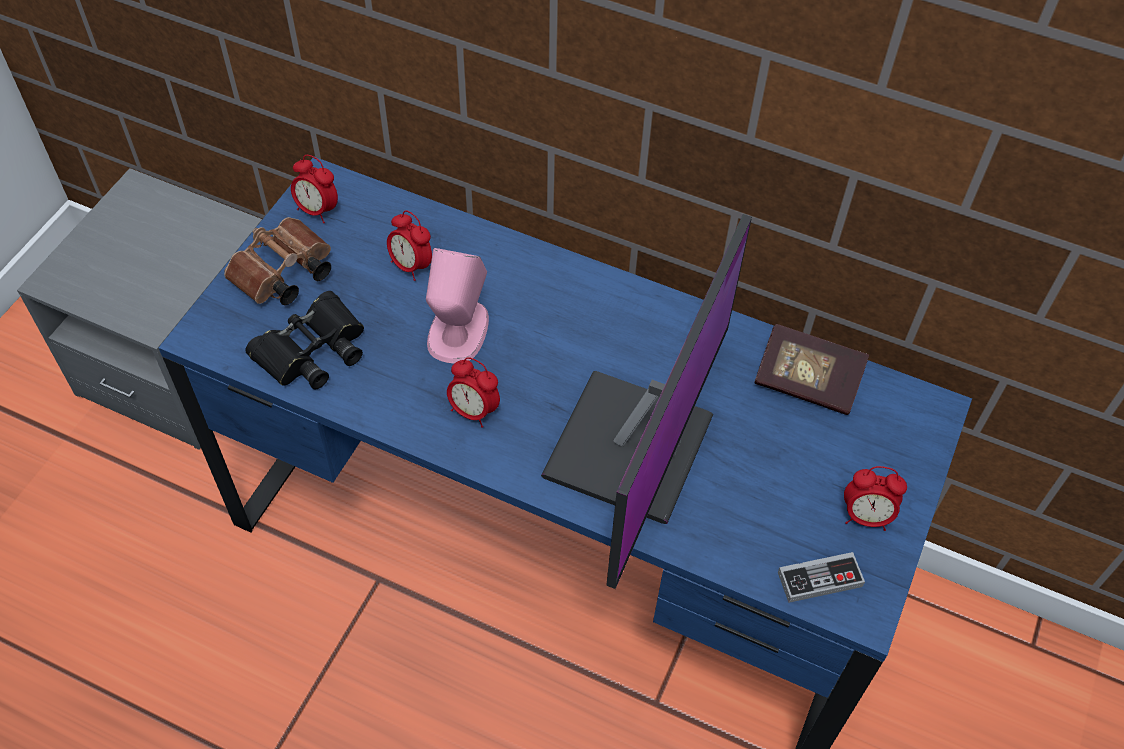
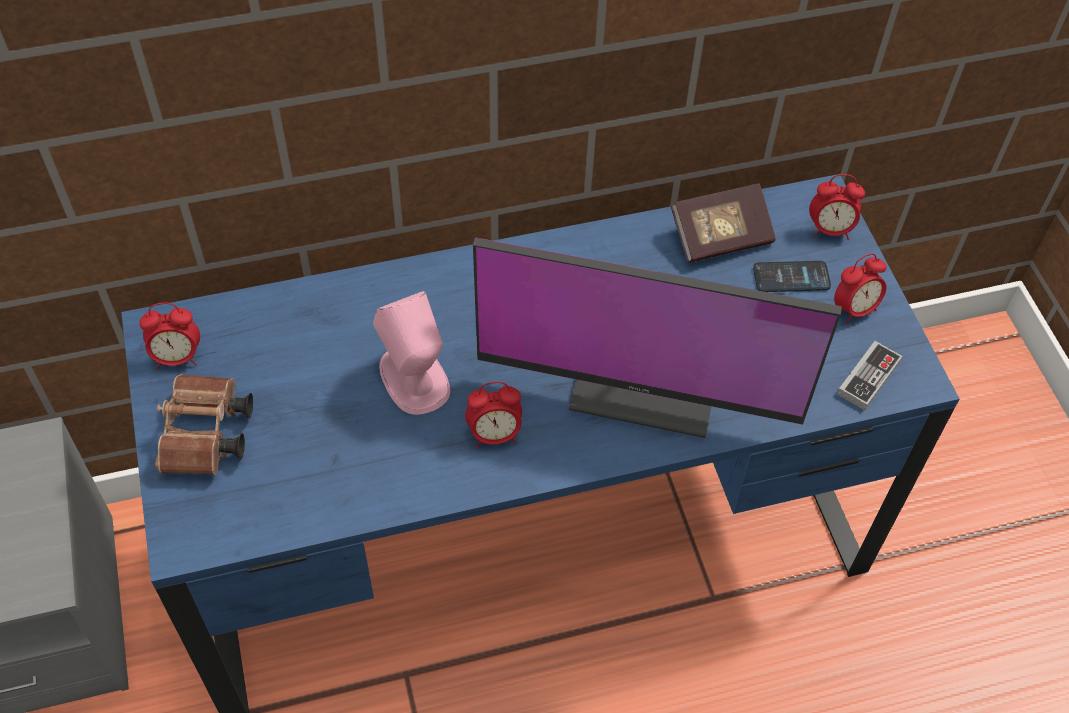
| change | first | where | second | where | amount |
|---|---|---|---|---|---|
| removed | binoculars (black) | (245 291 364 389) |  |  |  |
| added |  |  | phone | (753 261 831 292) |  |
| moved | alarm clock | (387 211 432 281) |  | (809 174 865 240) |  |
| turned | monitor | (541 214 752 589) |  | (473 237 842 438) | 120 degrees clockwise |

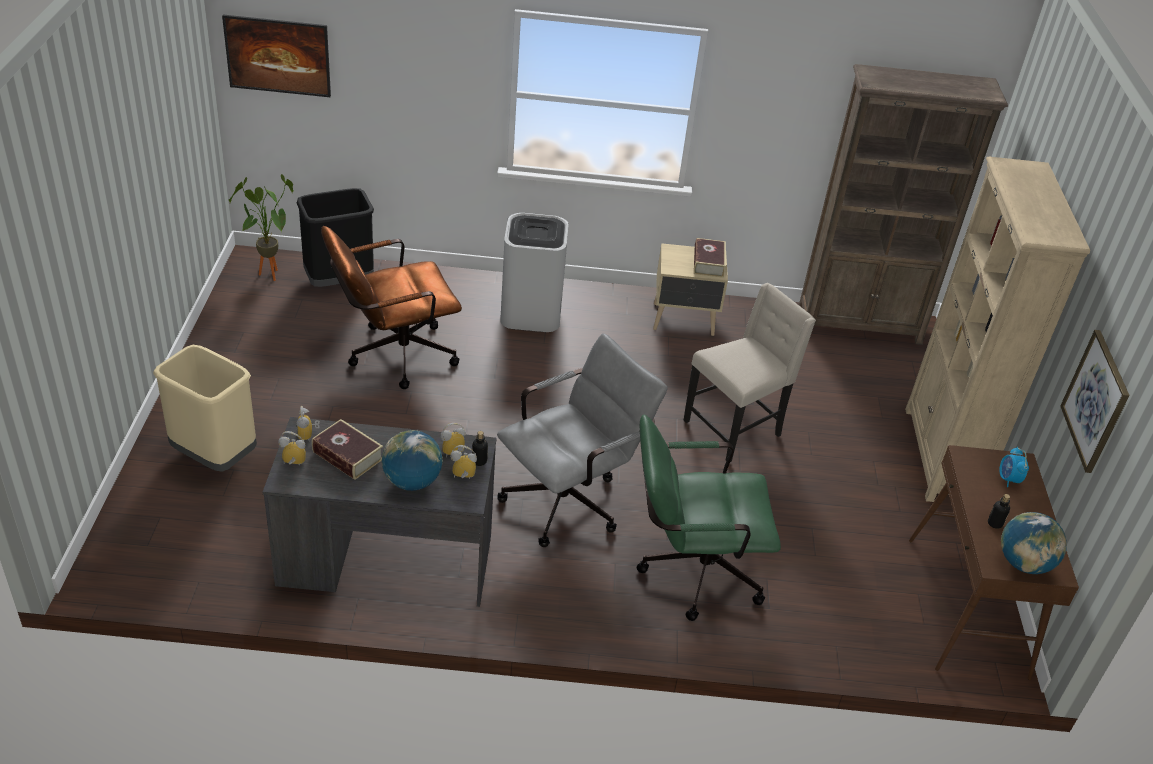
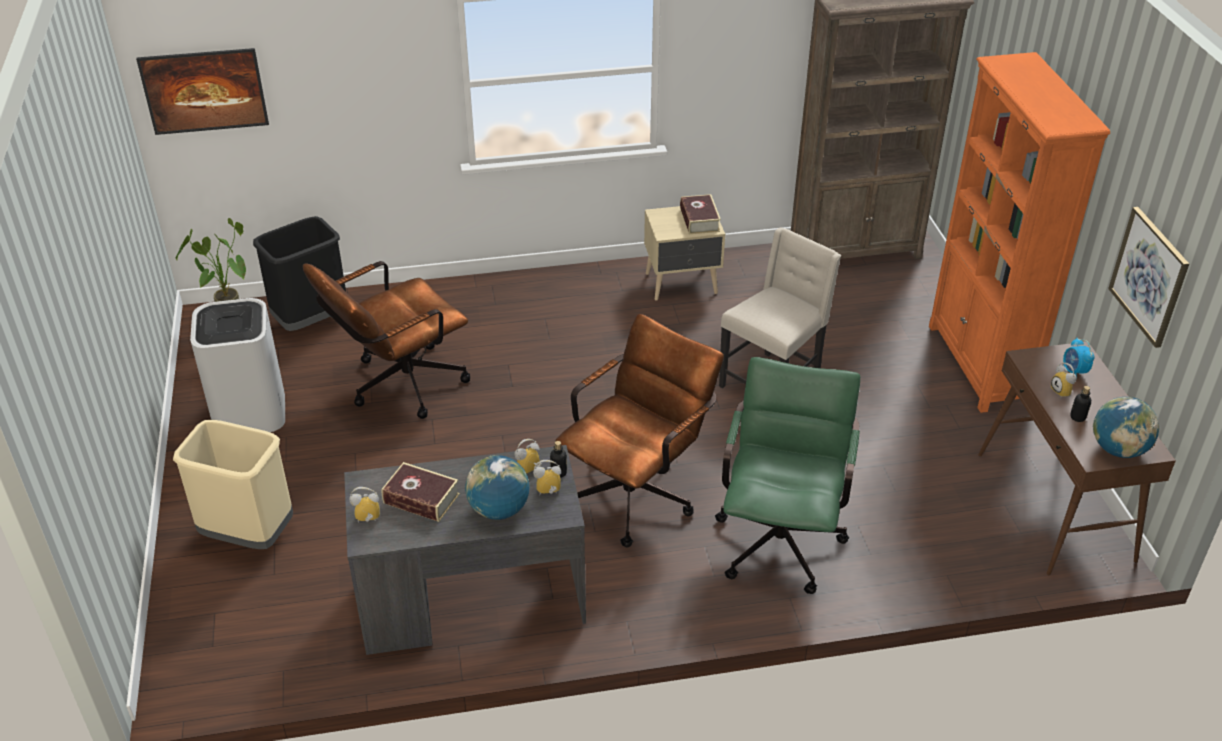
| change | first | where | second | where | amount |
|---|---|---|---|---|---|
| moved | alarm clock | (296 406 320 442) |  | (1051 363 1076 397) |  |
| moved | trash can (white) | (500 213 569 332) |  | (190 298 285 432) |  |
| recoloured | office chair (grey) | (497 333 668 547) | office chair (brown) | (555 314 724 548) |  |
| recoloured | bookcase (beige) | (905 157 1090 502) | bookcase (orange) | (929 52 1110 413) |  |
| turned | office chair (green) | (637 415 781 621) |  | (715 357 860 594) | 120 degrees clockwise |

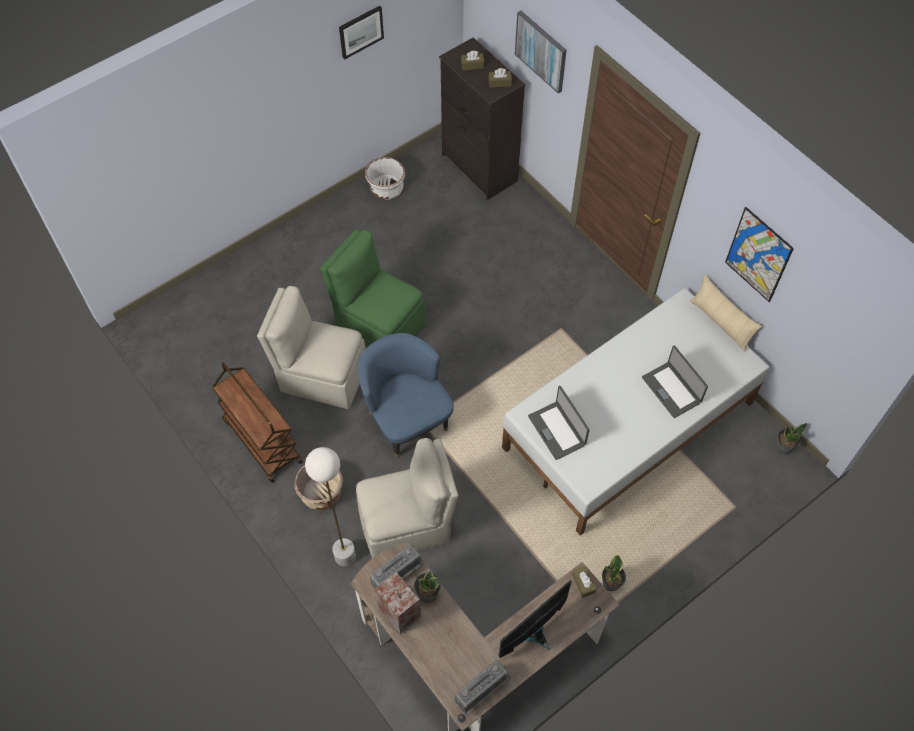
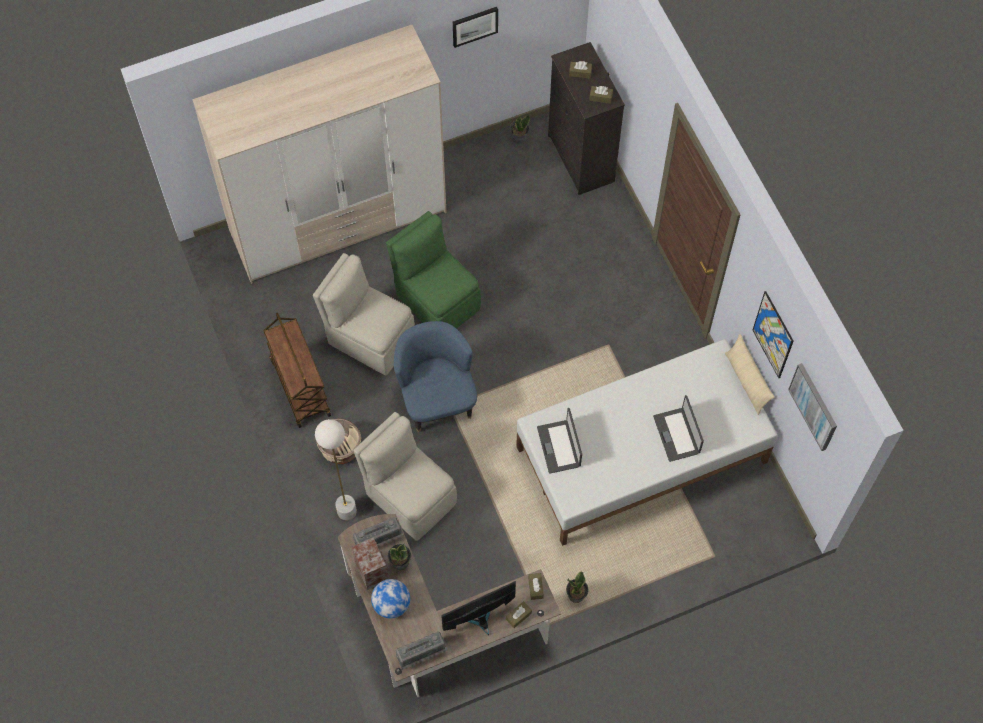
| change | first | where | second | where | amount |
|---|---|---|---|---|---|
| removed | planter (white) | (365 157 405 200) |  |  |  |
| added |  |  | wardrobe | (192 25 447 284) |  |
| added |  |  | globe | (371 579 410 618) |  |
| added |  |  | tissue box (brown) | (506 601 532 628) |  |
| moved | picture | (515 10 567 94) |  | (788 363 837 451) |  |
| moved | potted plant | (776 423 807 455) |  | (510 114 530 144) |  |
| turned | chair (beige) | (356 438 459 558) |  | (353 412 457 541) | 135 degrees counterclockwise |

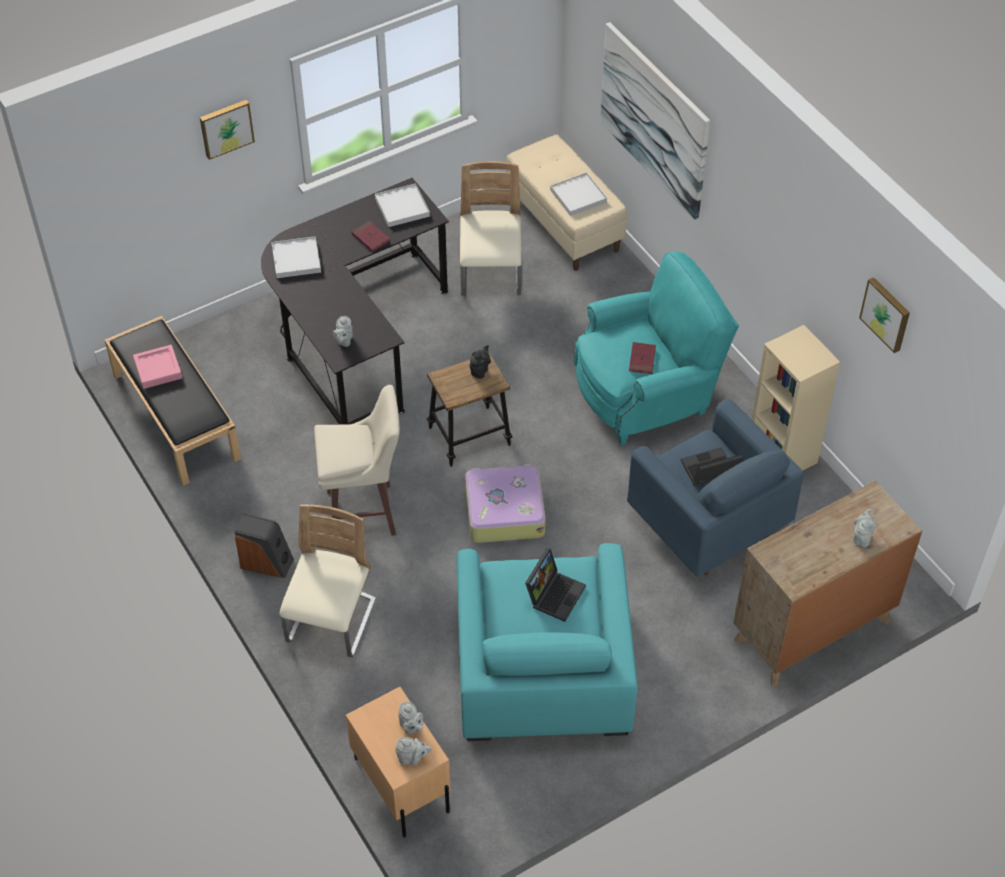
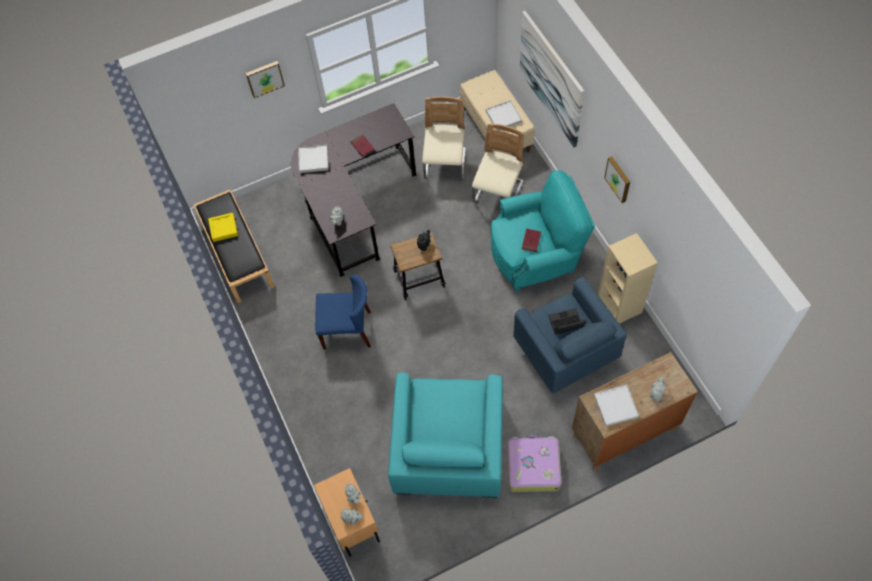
| change | first | where | second | where | amount |
|---|---|---|---|---|---|
| removed | speaker | (235 513 294 578) |  |  |  |
| removed | laptop | (525 548 586 622) |  |  |  |
| moved | chair (beige) | (280 505 376 658) |  | (472 124 524 203) |  |
| moved | tray (white) | (375 183 430 227) |  | (594 384 639 426) |  |
| moved | suitcase | (465 464 546 543) |  | (507 435 561 492) |  |
| moved | picture | (859 277 910 353) |  | (604 156 630 203) |  |
| replaced | stool (beige) | (314 385 400 536) | chair (blue) | (315 275 371 350) |  |
| recoloured | tray (pink) | (133 345 182 389) | tray (yellow) | (208 213 238 242) |  |

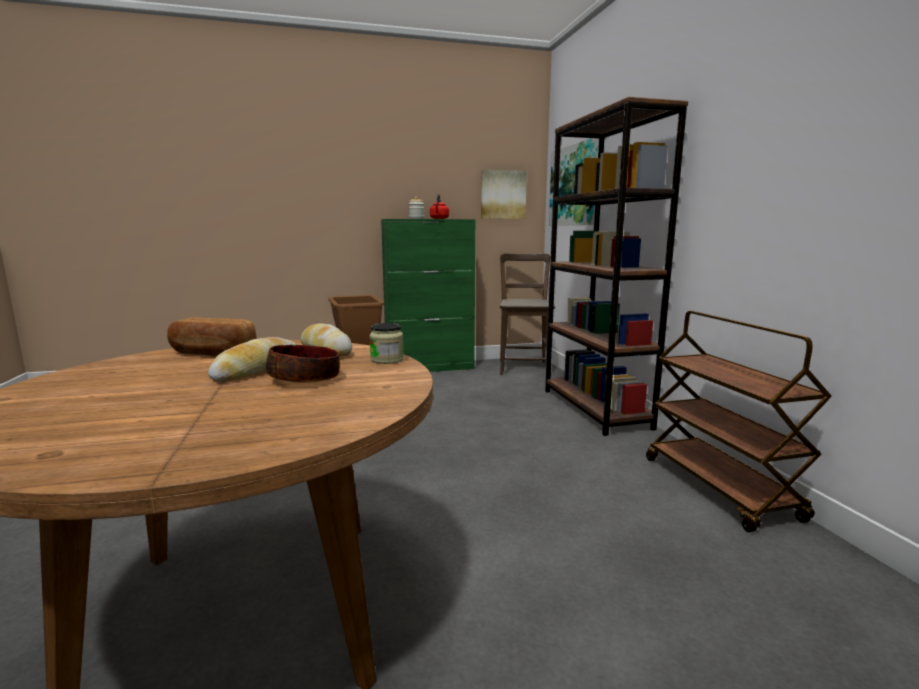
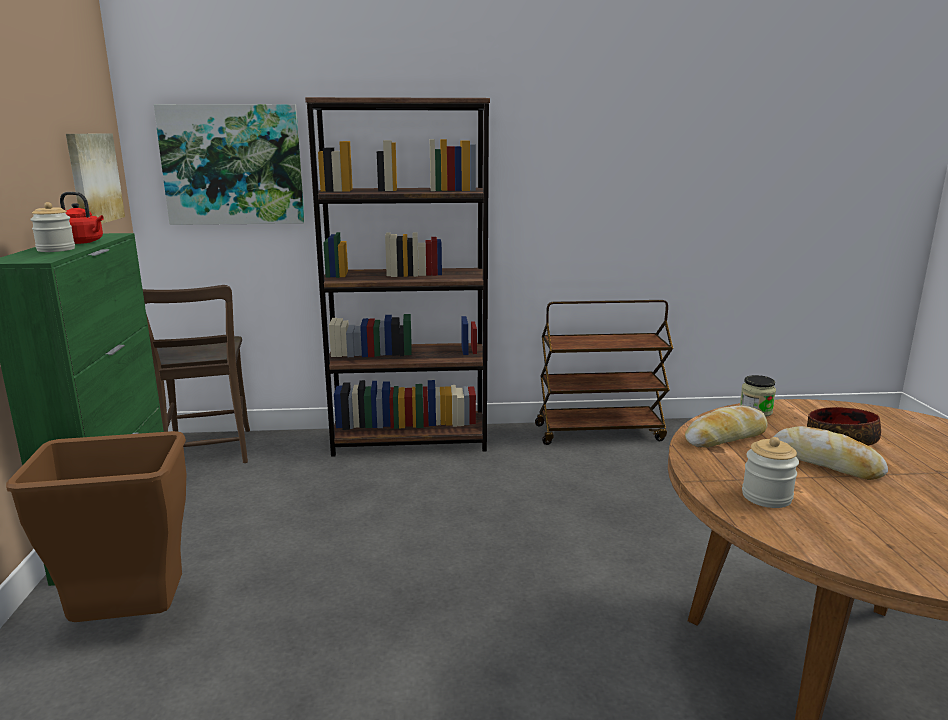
| change | first | where | second | where | amount |
|---|---|---|---|---|---|
| replaced | bread | (167 317 256 356) | jar | (742 437 799 508) |  |
| turned | chair (brown) | (500 253 555 375) |  | (143 285 250 463) | 120 degrees counterclockwise |

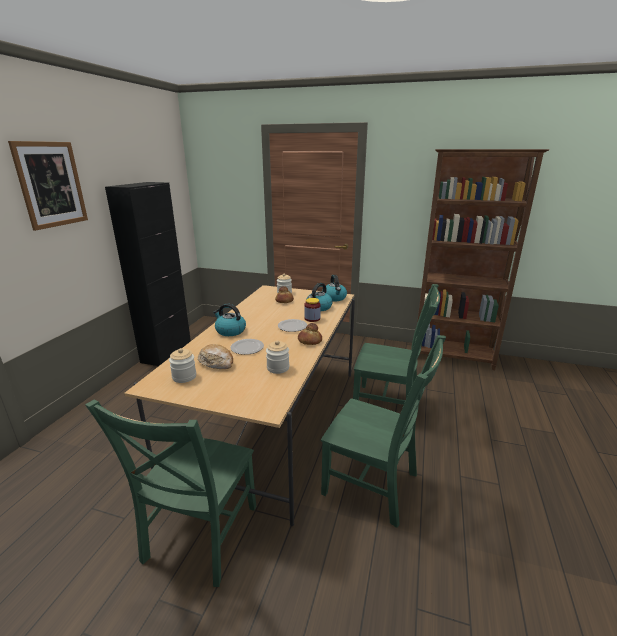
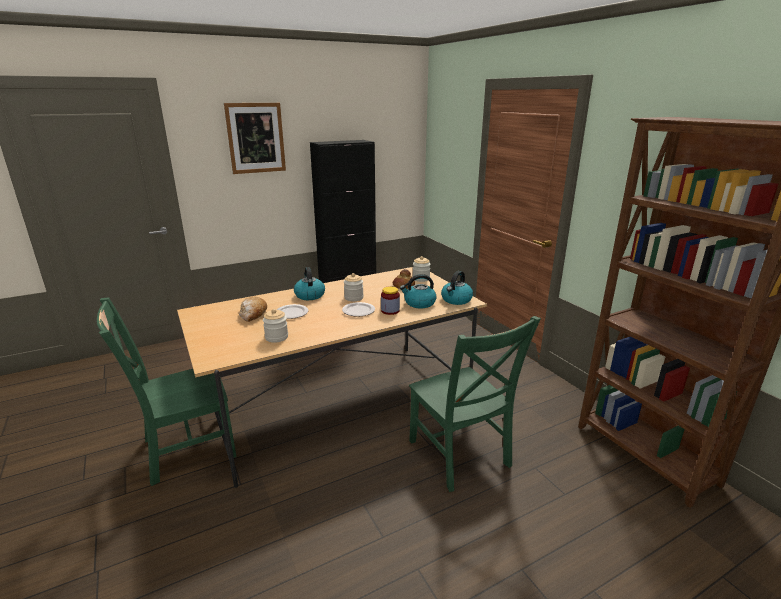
| change | first | where | second | where | amount |
|---|---|---|---|---|---|
| removed | bread | (298 323 322 345) |  |  |  |
| removed | chair (green) | (321 335 446 528) |  |  |  |
| moved | jar | (169 348 196 383) |  | (344 273 364 301) |  |

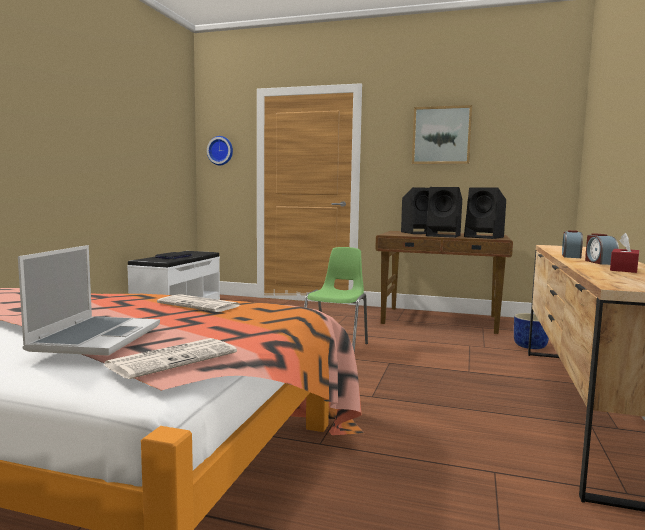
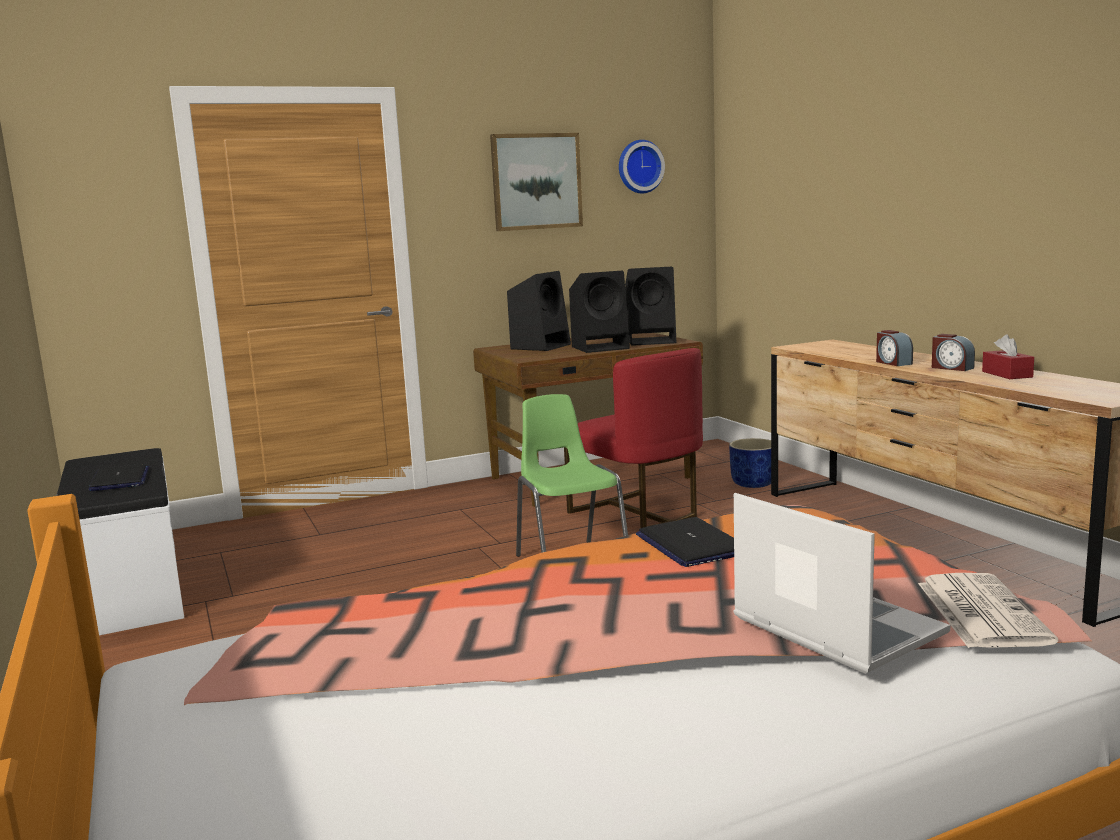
| change | first | where | second | where | amount |
|---|---|---|---|---|---|
| added |  |  | chair (red) | (564 348 703 528) |  |
| moved | wall clock | (207 136 233 165) |  | (619 140 665 193) |  |
| replaced | newspaper | (157 294 240 312) | laptop | (636 517 734 567) |  |

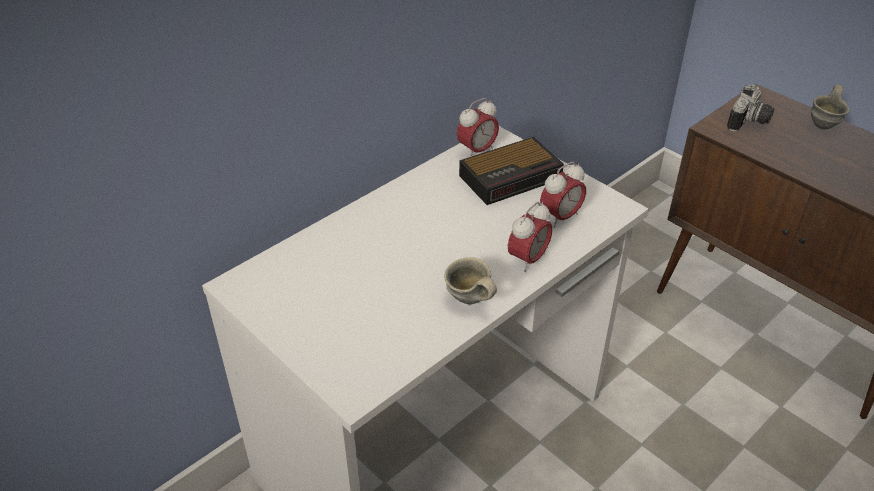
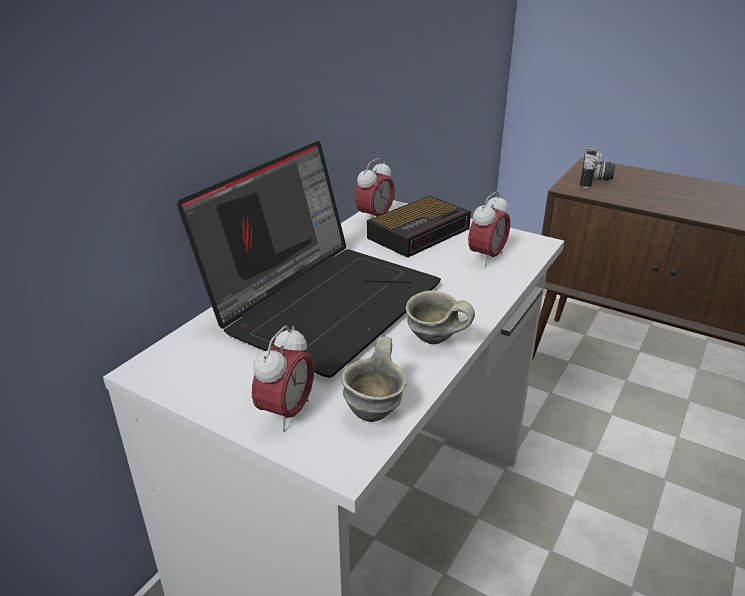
| change | first | where | second | where | amount |
|---|---|---|---|---|---|
| added |  |  | laptop | (177 141 441 378) |  |
| moved | alarm clock | (508 202 552 272) |  | (252 326 314 432) |  |
| moved | mug (grey) | (811 85 849 130) |  | (341 337 407 422) |  |

